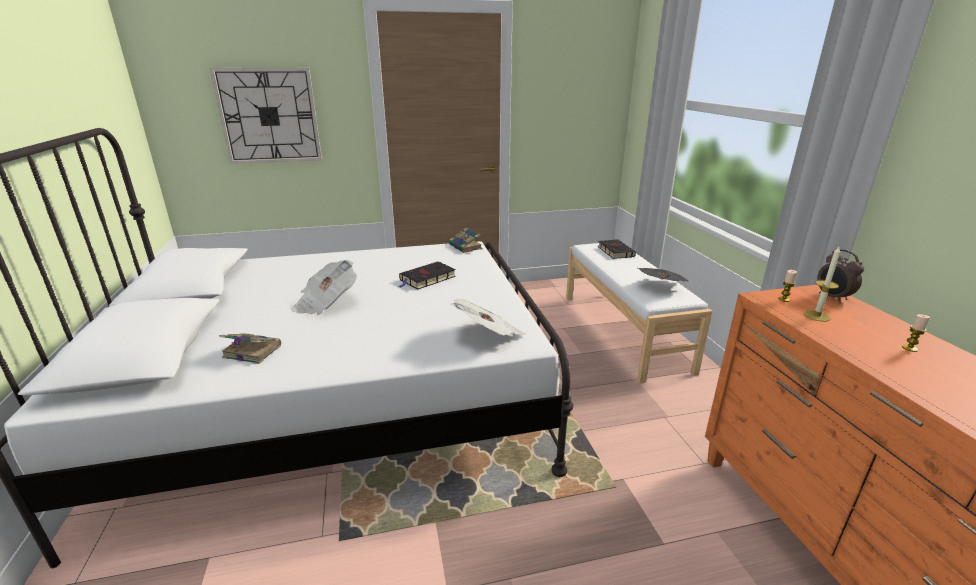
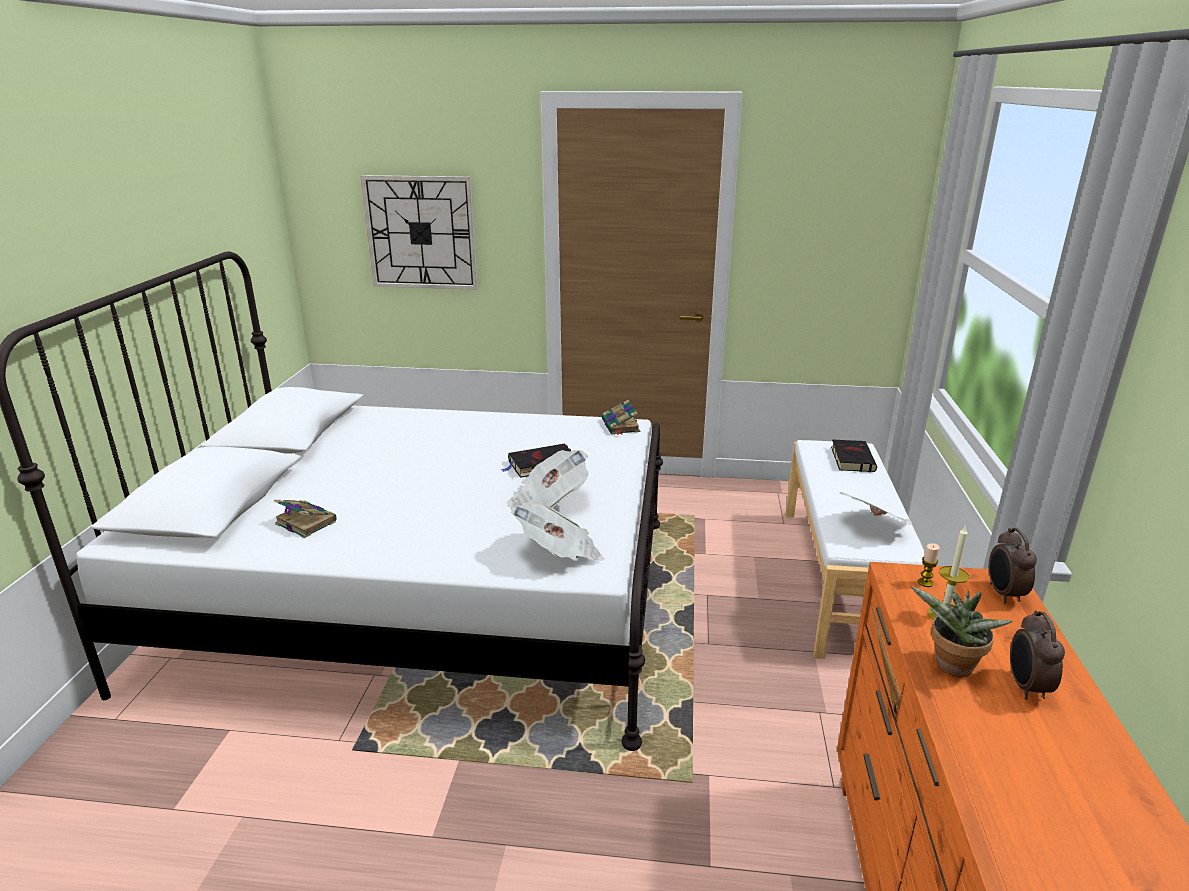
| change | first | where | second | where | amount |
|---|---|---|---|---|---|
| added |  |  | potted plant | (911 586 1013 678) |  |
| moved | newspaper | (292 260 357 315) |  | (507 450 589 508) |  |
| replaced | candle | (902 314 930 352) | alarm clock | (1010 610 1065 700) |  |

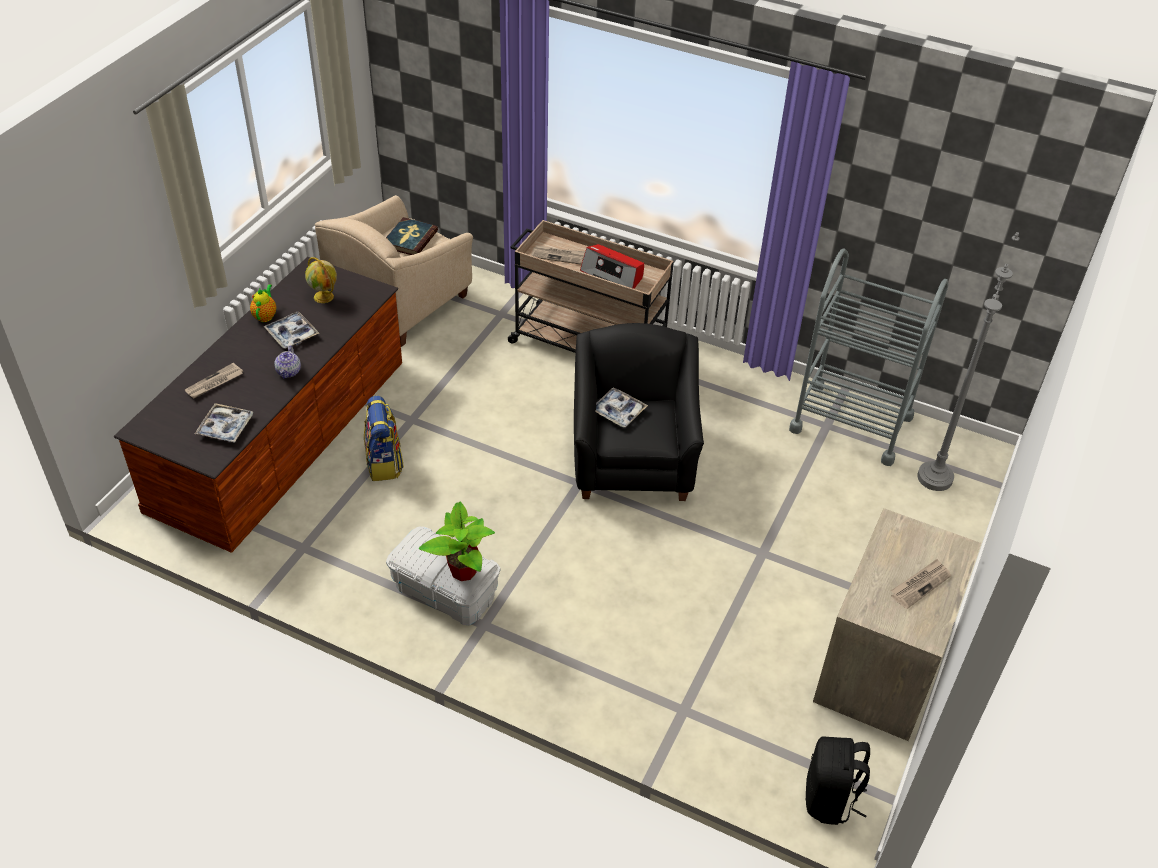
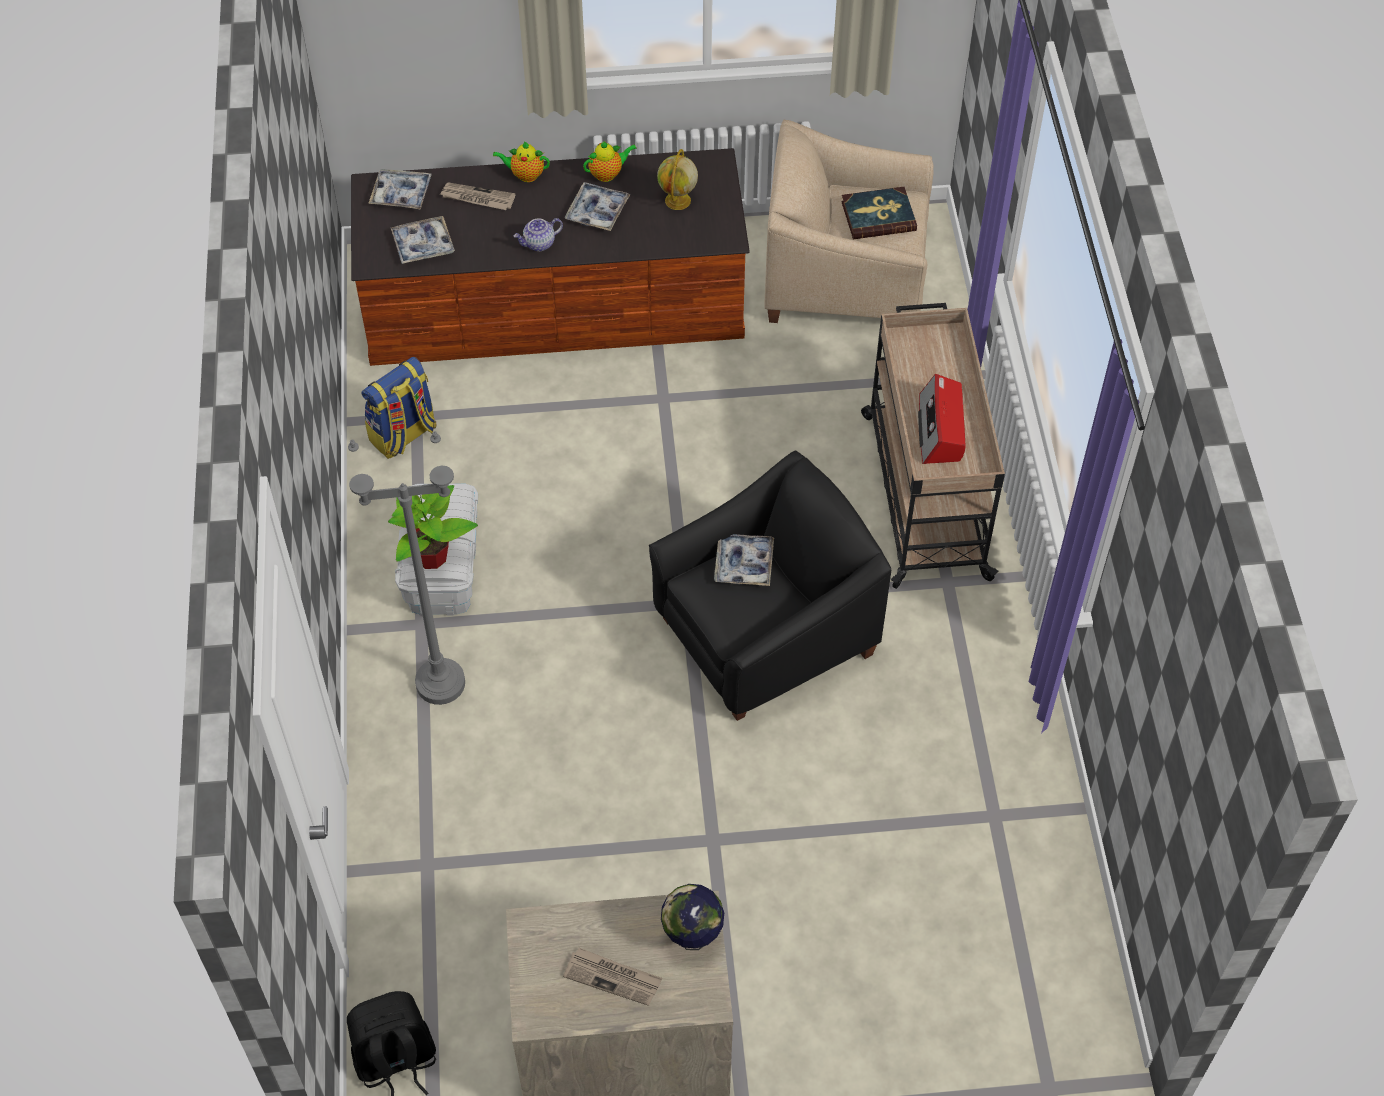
| change | first | where | second | where | amount |
|---|---|---|---|---|---|
| removed | newspaper | (531 245 585 264) |  |  |  |
| removed | cart (grey) | (789 249 948 466) |  |  |  |
| added |  |  | tray | (368 169 432 210) |  |
| added |  |  | teapot | (493 141 550 182) |  |
| added |  |  | globe | (661 884 724 950) |  |
| moved | backpack | (364 396 404 481) |  | (361 357 436 459) |  |
| moved | floor lamp (grey) | (917 232 1019 491) |  | (348 431 465 705) |  |

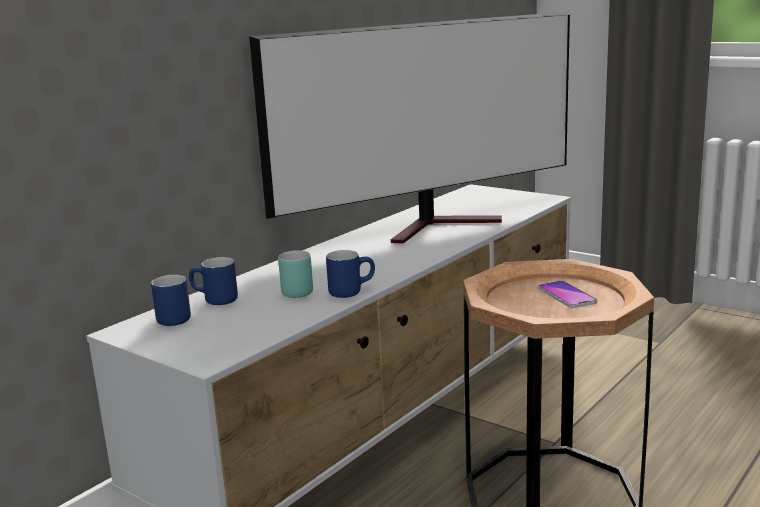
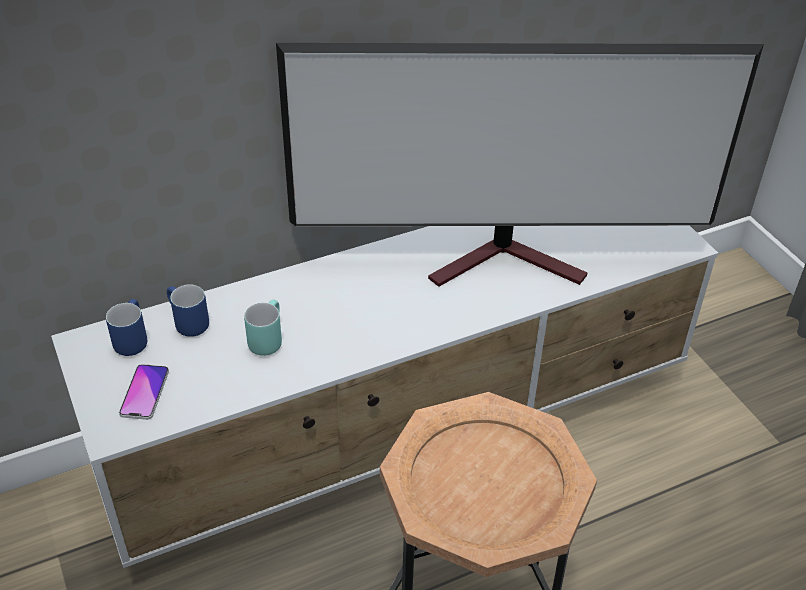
| change | first | where | second | where | amount |
|---|---|---|---|---|---|
| removed | mug (blue) | (326 250 375 298) |  |  |  |
| moved | phone | (538 281 597 308) |  | (119 364 169 420) |  |

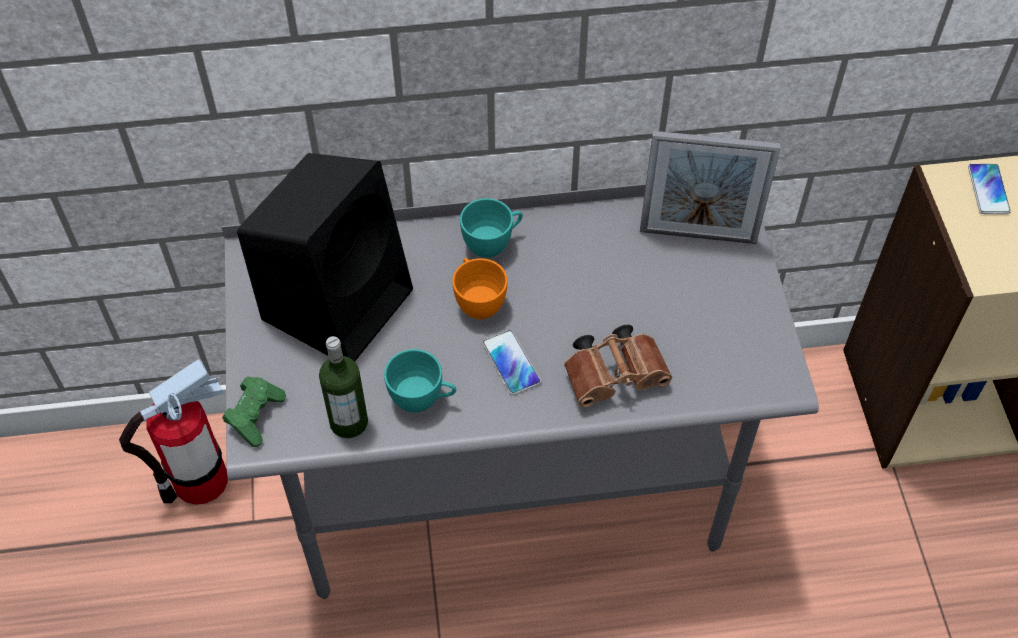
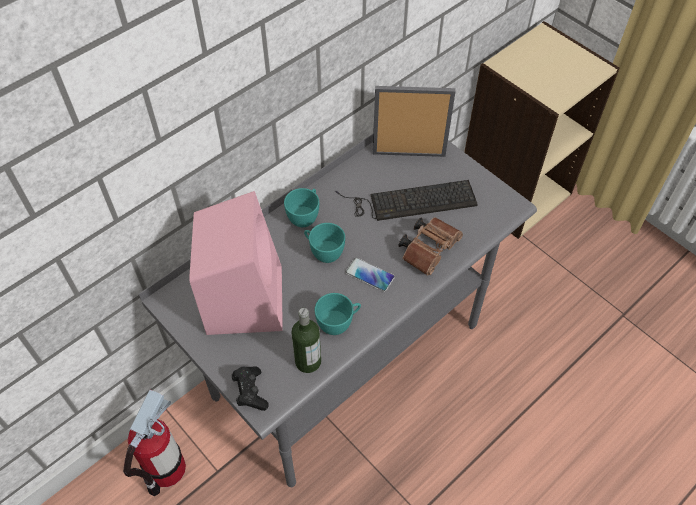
| change | first | where | second | where | amount |
|---|---|---|---|---|---|
| removed | phone | (968 164 1011 214) |  |  |  |
| added |  |  | keyboard | (336 180 478 221) |  |
| recoloured | game controller (green) | (223 377 286 447) | game controller (black) | (232 366 269 411) |  |
| recoloured | speaker (black) | (237 153 413 361) | speaker (pink) | (189 191 283 335) |  |
| recoloured | cup (orange) | (452 258 508 319) | cup (turquoise) | (304 223 345 263) |  |
| turned | picture frame | (640 131 781 244) |  | (373 86 456 157) | 150 degrees counterclockwise |

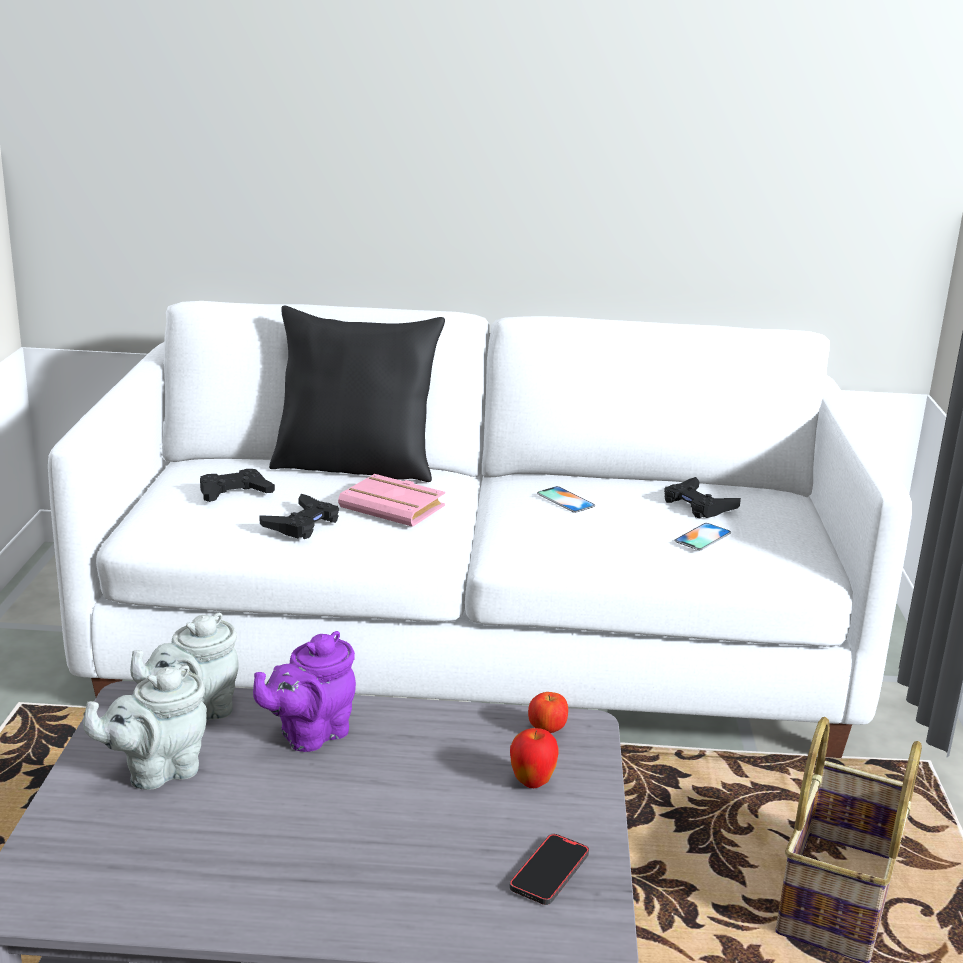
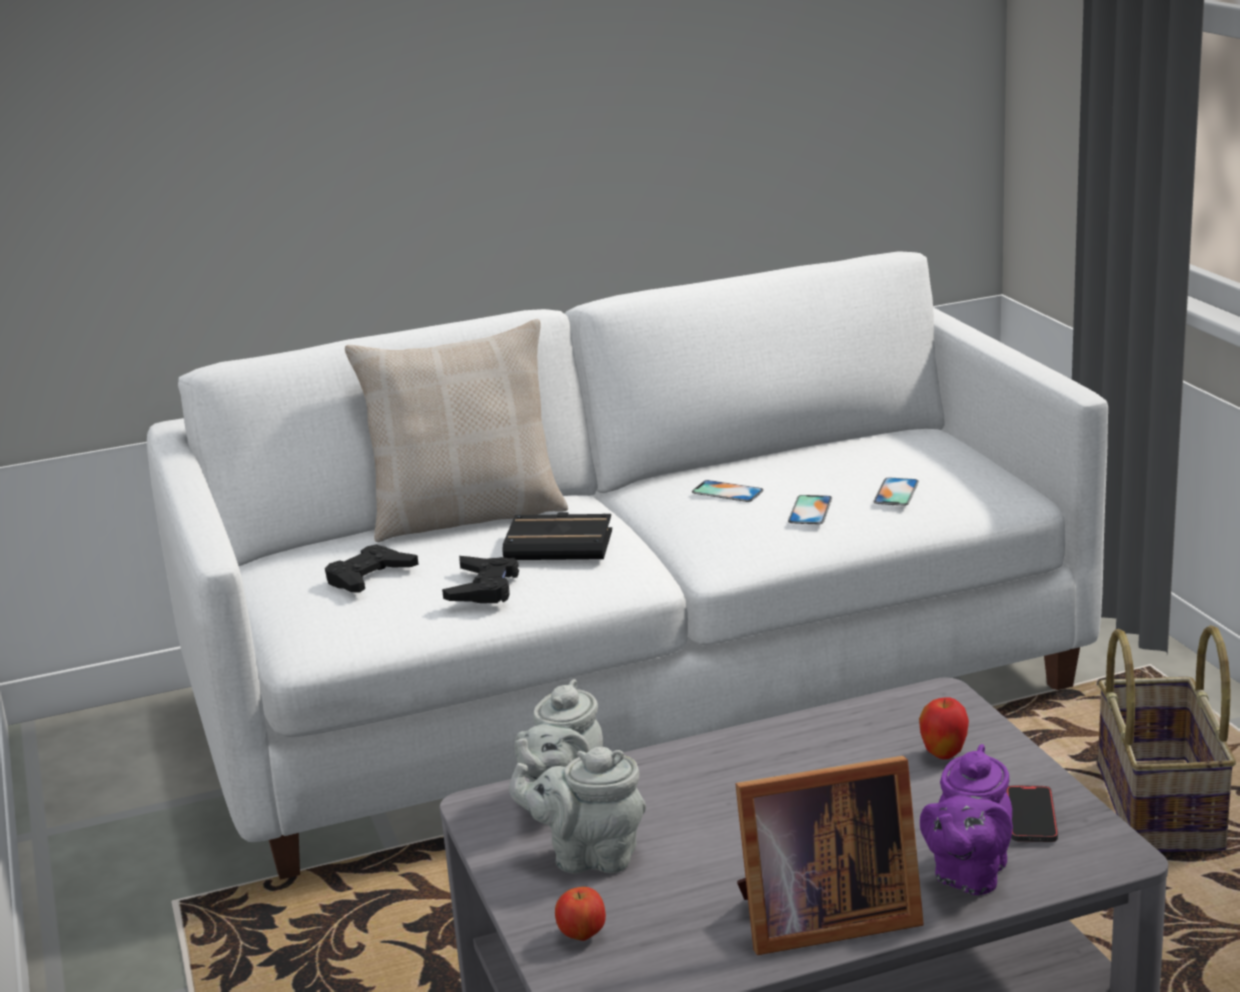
| change | first | where | second | where | amount |
|---|---|---|---|---|---|
| removed | game controller (black) | (664 477 741 519) |  |  |  |
| added |  |  | picture frame | (735 756 924 955) |  |
| added |  |  | phone | (788 495 832 524) |  |
| moved | teapot (purple) | (253 631 356 752) |  | (920 744 1013 895) |  |
| moved | apple | (528 692 568 733) |  | (555 887 606 941) |  |
| recoloured | pillow (black) | (269 306 445 482) | pillow (beige) | (345 319 568 542) |  |
| recoloured | book (pink) | (338 474 446 527) | book (black) | (503 512 612 560) |  |
| turned | teapot (grey) | (83 665 207 790) |  | (509 747 646 874) | 60 degrees clockwise |

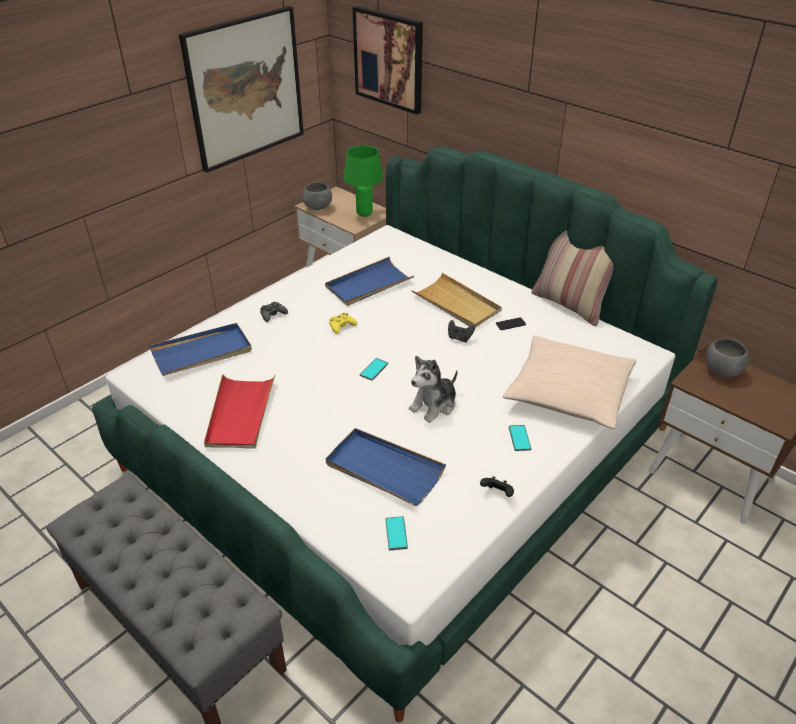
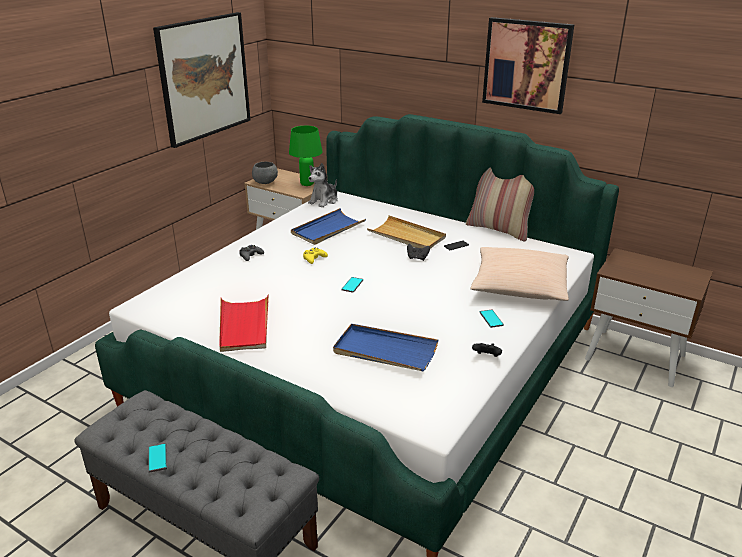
| change | first | where | second | where | amount |
|---|---|---|---|---|---|
| removed | tray (blue) | (149 323 252 376) |  |  |  |
| removed | bowl (grey) | (705 339 749 377) |  |  |  |
| moved | picture | (352 6 423 115) |  | (482 17 575 114) |  |
| moved | phone | (385 516 408 550) |  | (148 443 167 473) |  |
| moved | plush toy | (409 356 457 423) |  | (308 163 338 207) |  |

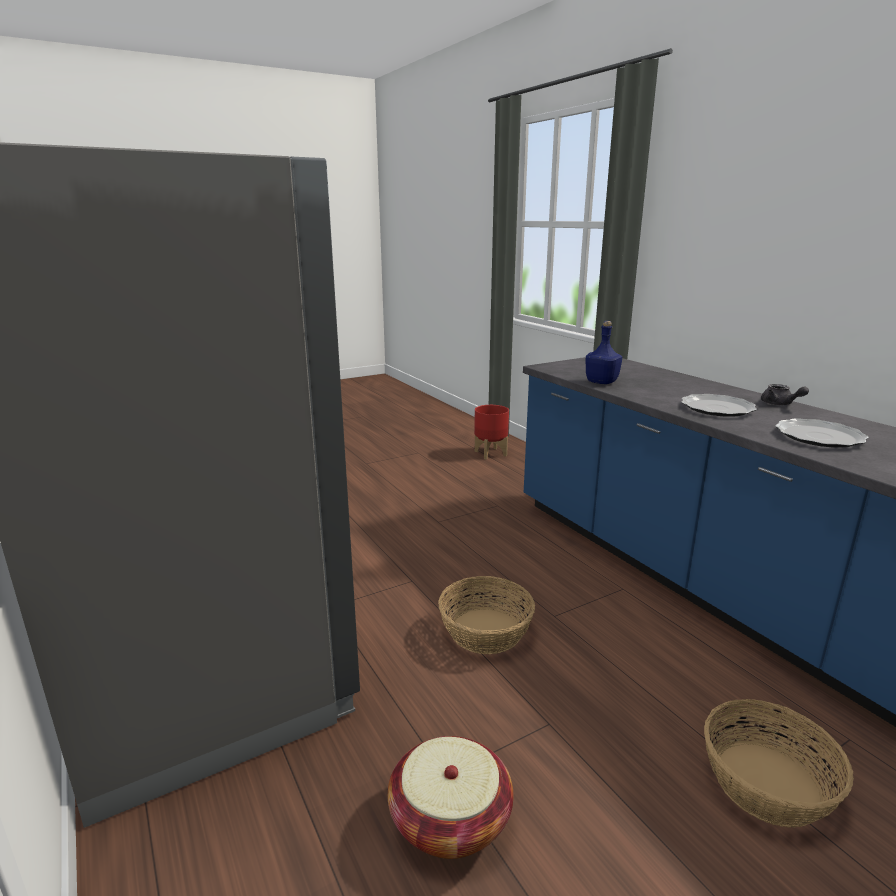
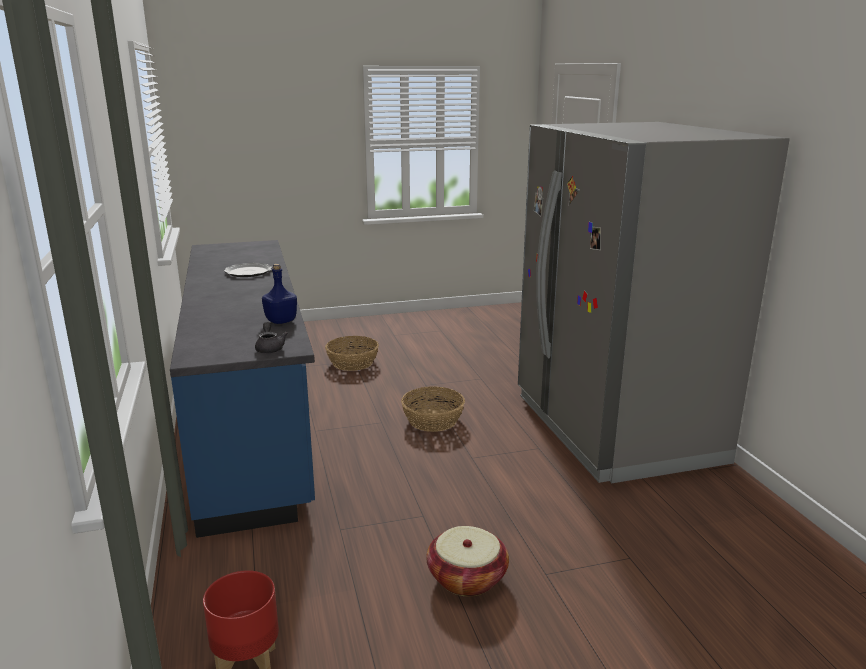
| change | first | where | second | where | amount |
|---|---|---|---|---|---|
| removed | plate | (681 394 757 417) |  |  |  |
| moved | basket | (388 736 513 859) |  | (426 526 509 596) |  |
| moved | teapot (grey) | (761 384 809 406) |  | (255 322 288 353) |  |

